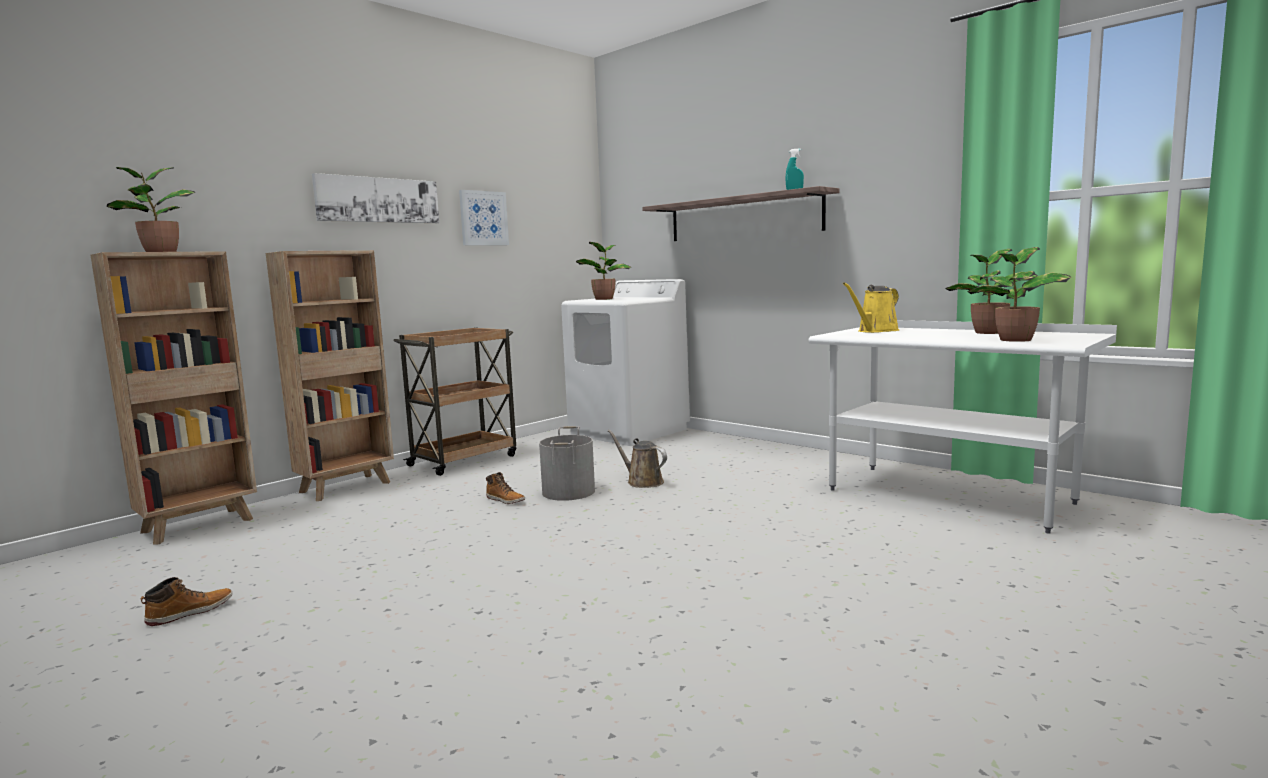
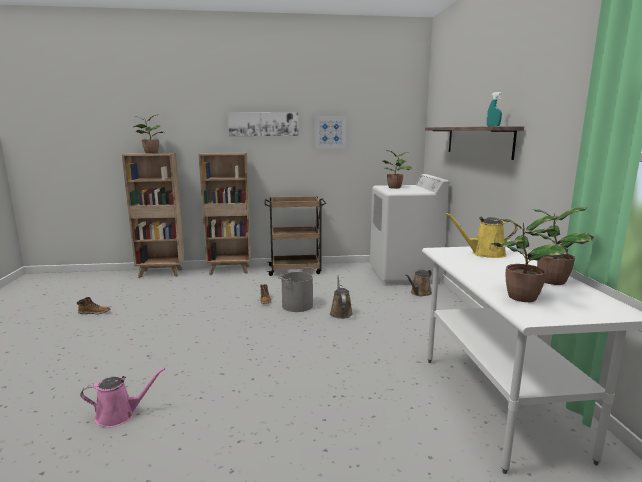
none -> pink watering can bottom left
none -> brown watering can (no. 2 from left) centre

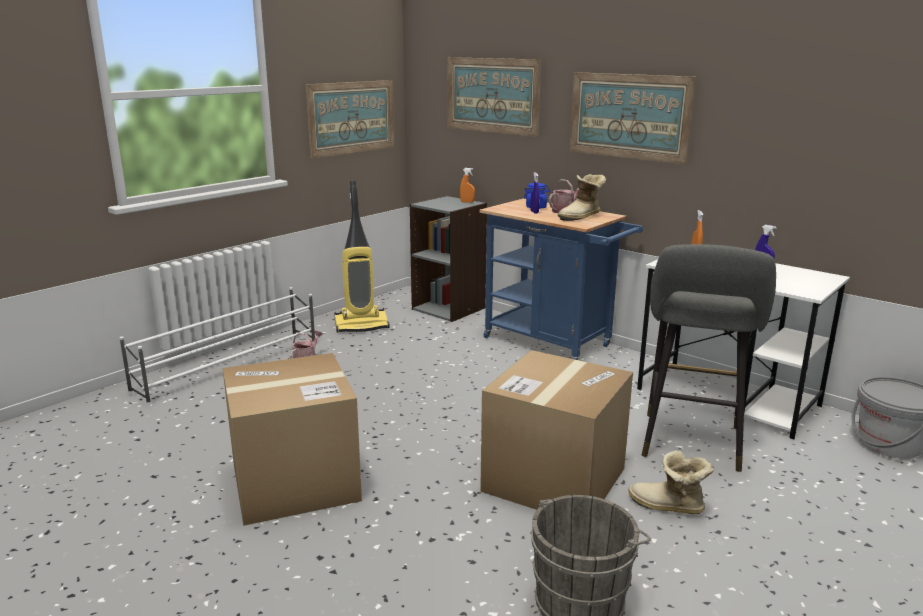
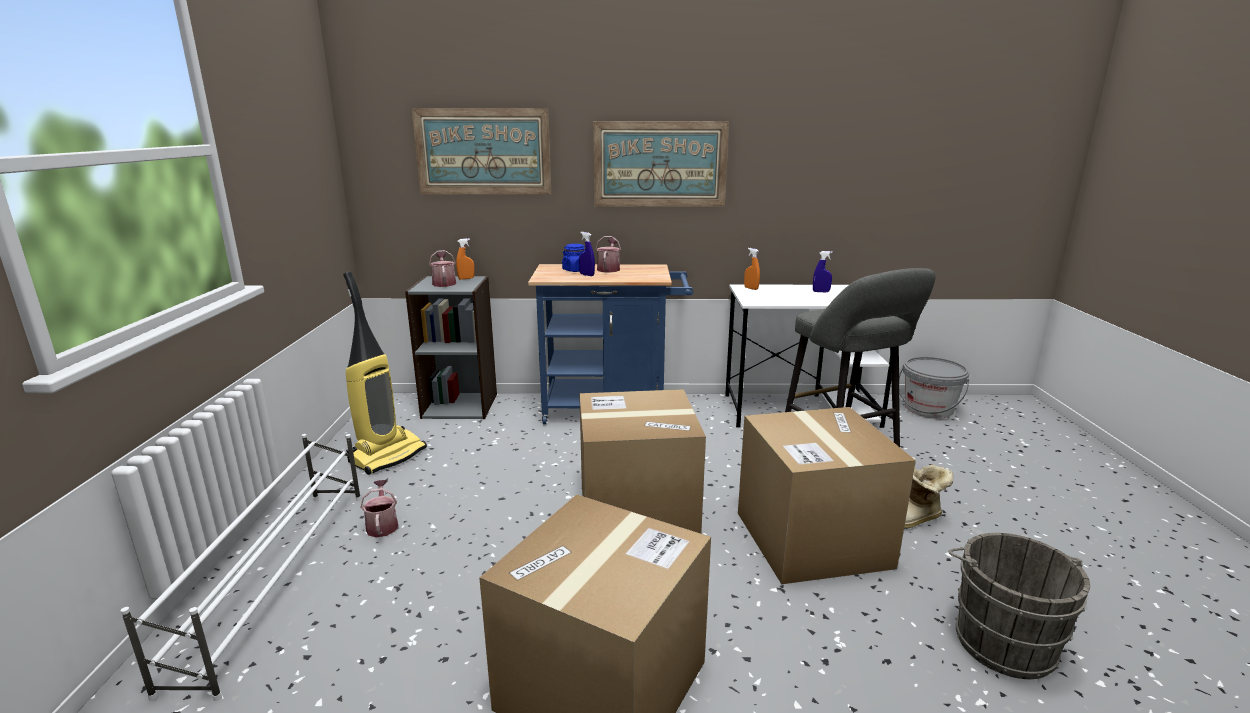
none -> watering can (no. 2 from left) centre
none -> cardboard box (no. 2 from left) centre
picture (no. 1 from left) top centre -> none
boot (no. 1 from left) top centre -> none

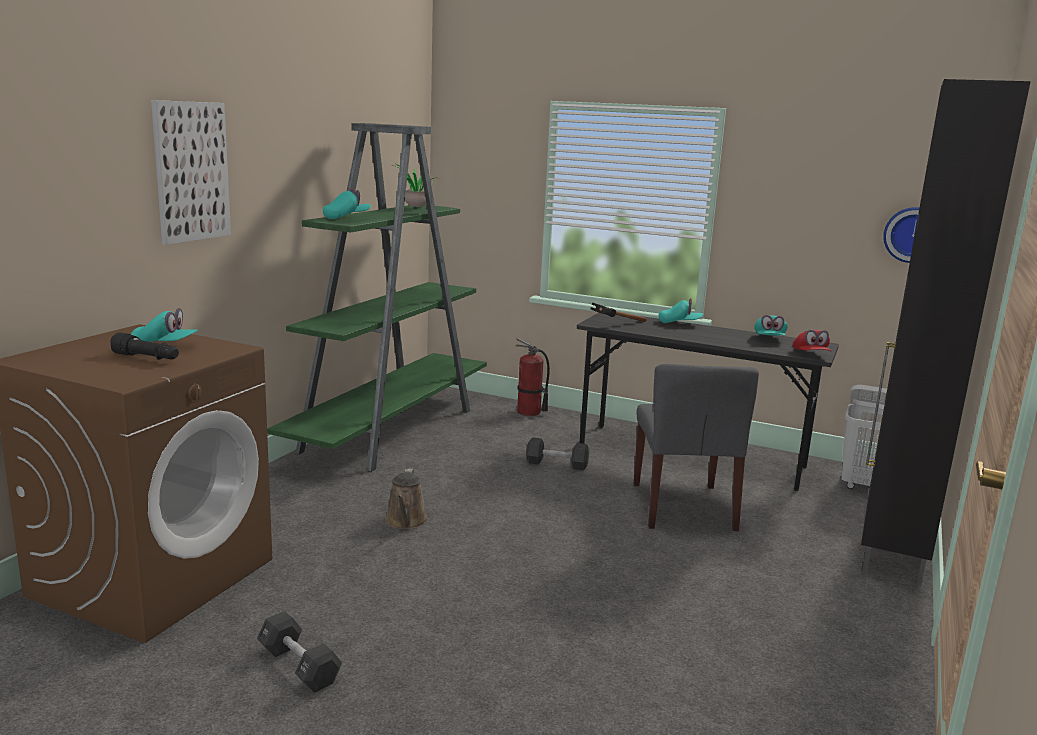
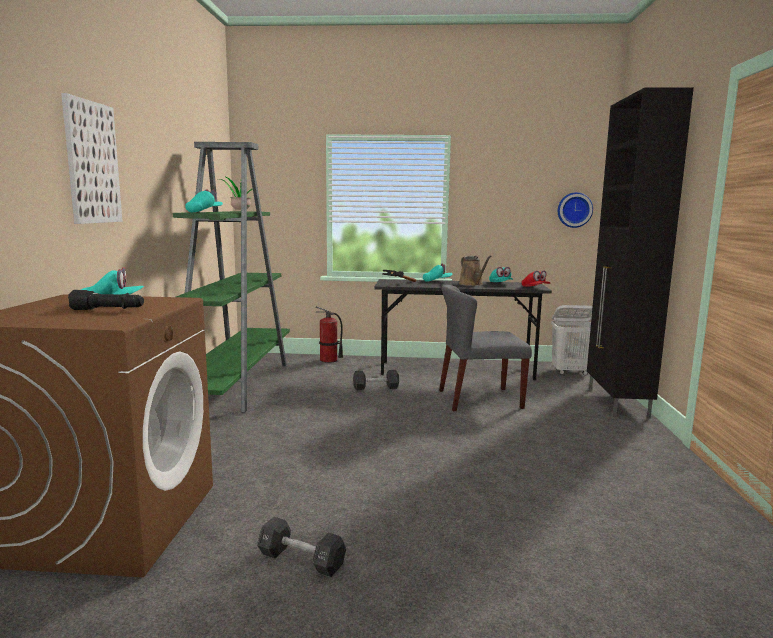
grey chair middle right -> grey chair centre, 105 degrees clockwise
brown watering can bottom centre -> brown watering can centre, shifted

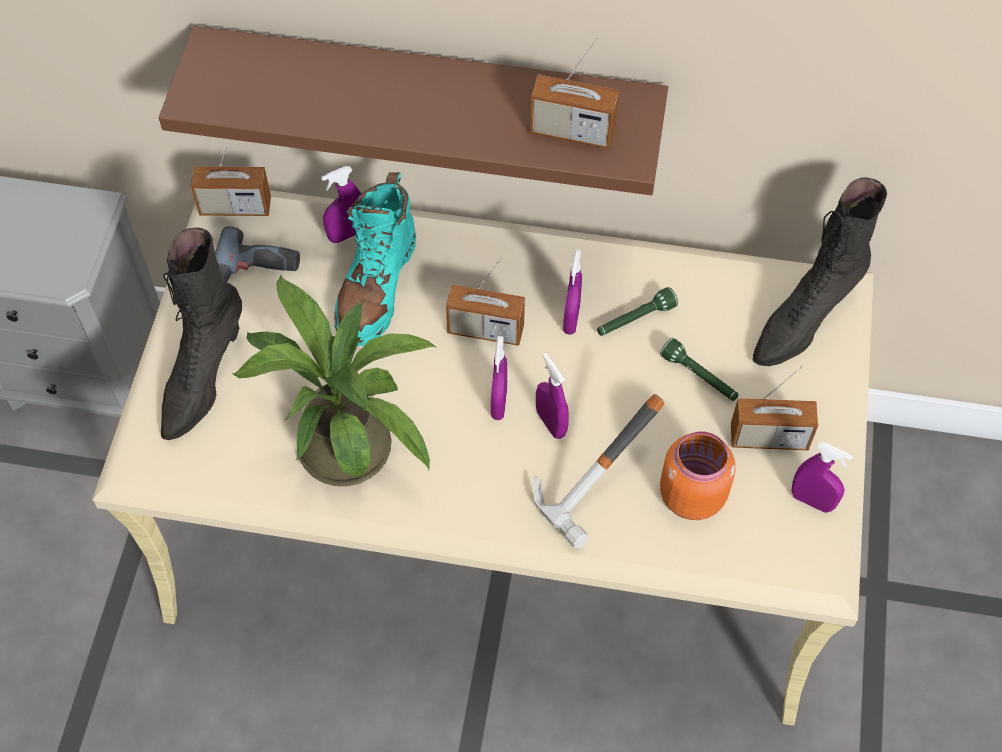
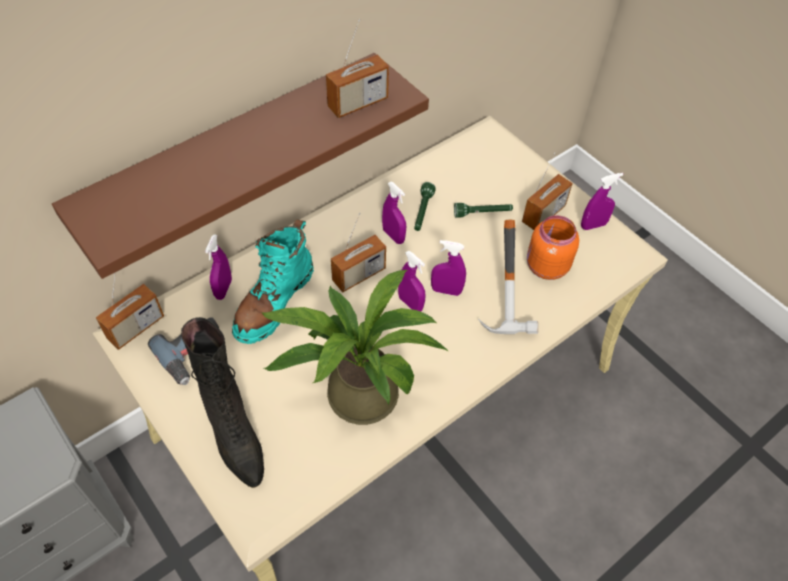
turquoise boot centre, 60 degrees clockwise
black boot (no. 2 from left) middle right -> none

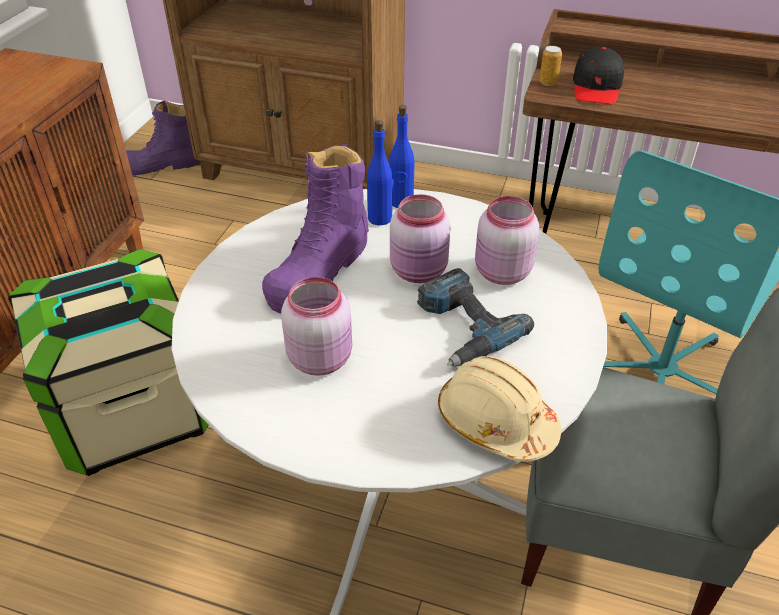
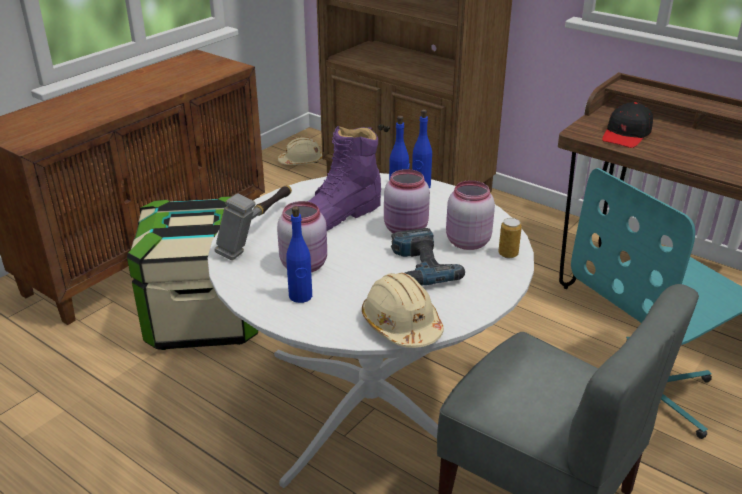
none -> hammer centre
purple boot (no. 1 from left) top left -> beige hard hat (no. 1 from left) top centre
none -> blue bottle (no. 1 from left) centre
can top right -> can middle right, shifted

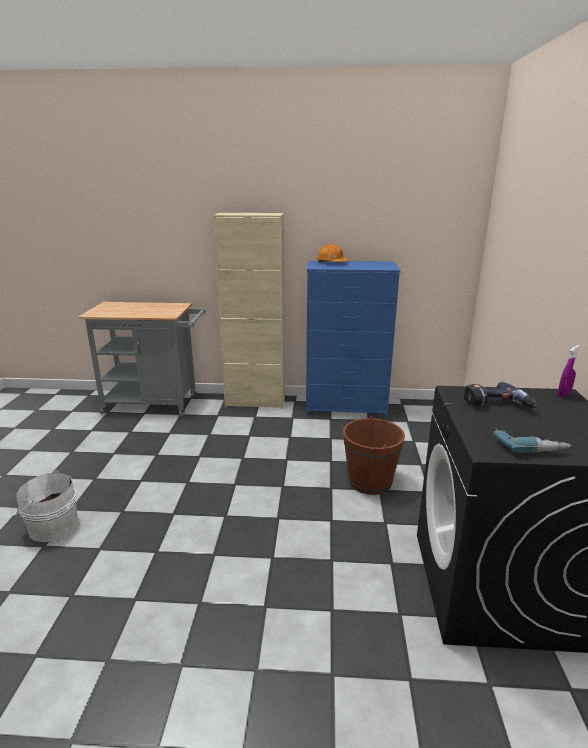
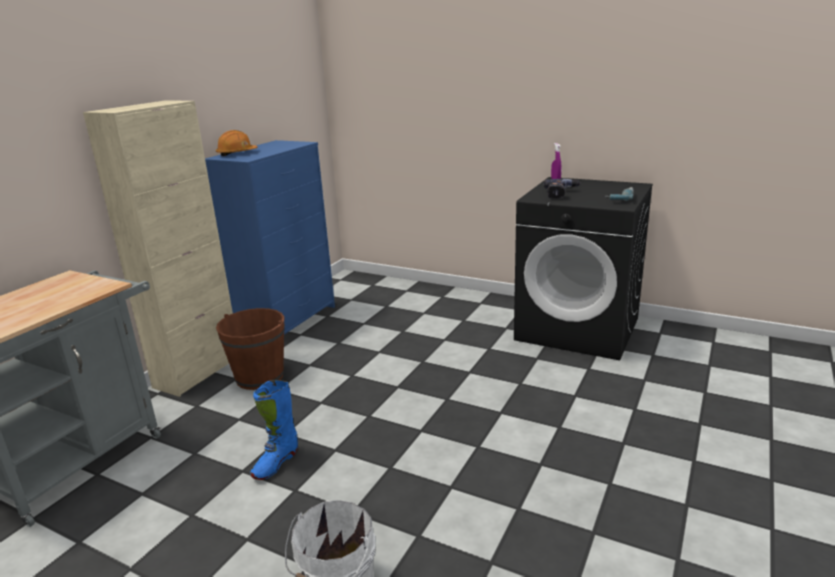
brown bucket centre -> brown bucket middle left, shifted
none -> blue boot bottom left

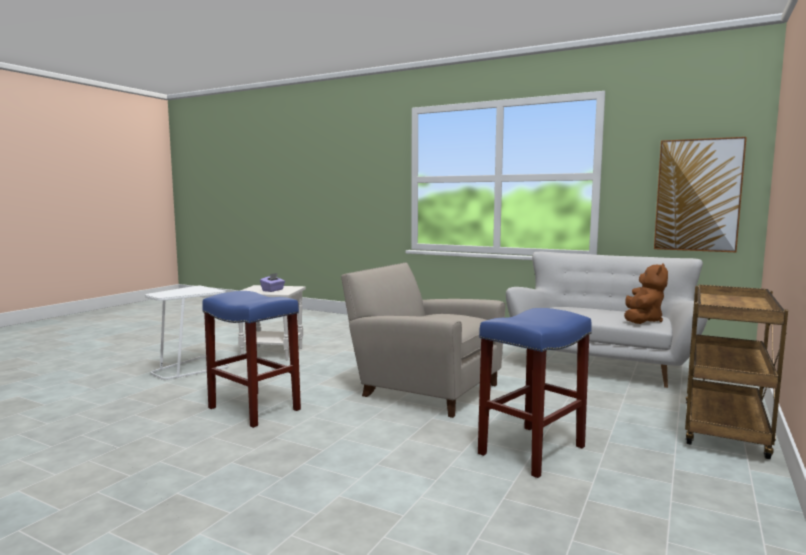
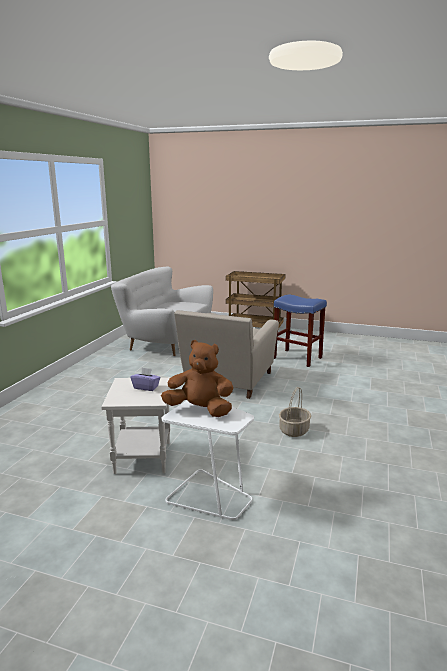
brown plush toy middle right -> brown plush toy centre, shifted
blue stool (no. 1 from left) middle left -> basket centre
picture middle right -> none

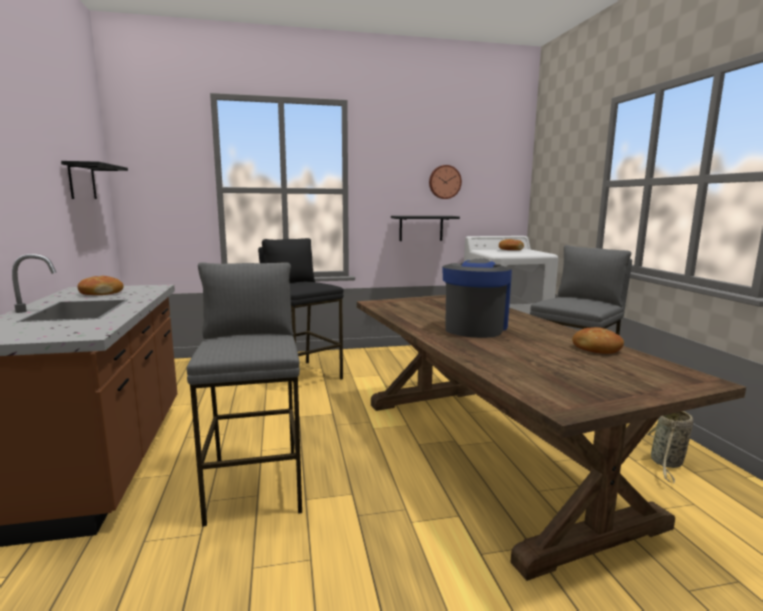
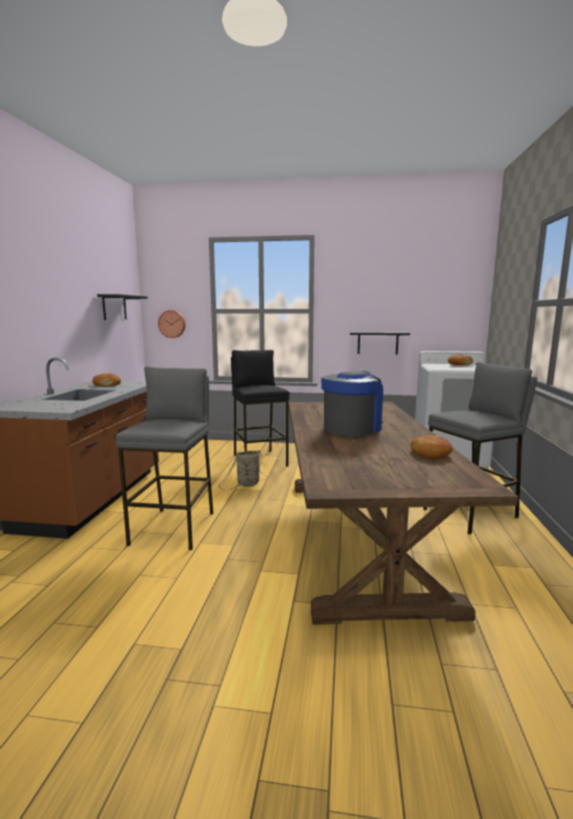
wall clock top centre -> wall clock middle left, shifted
basket bottom right -> basket centre, shifted

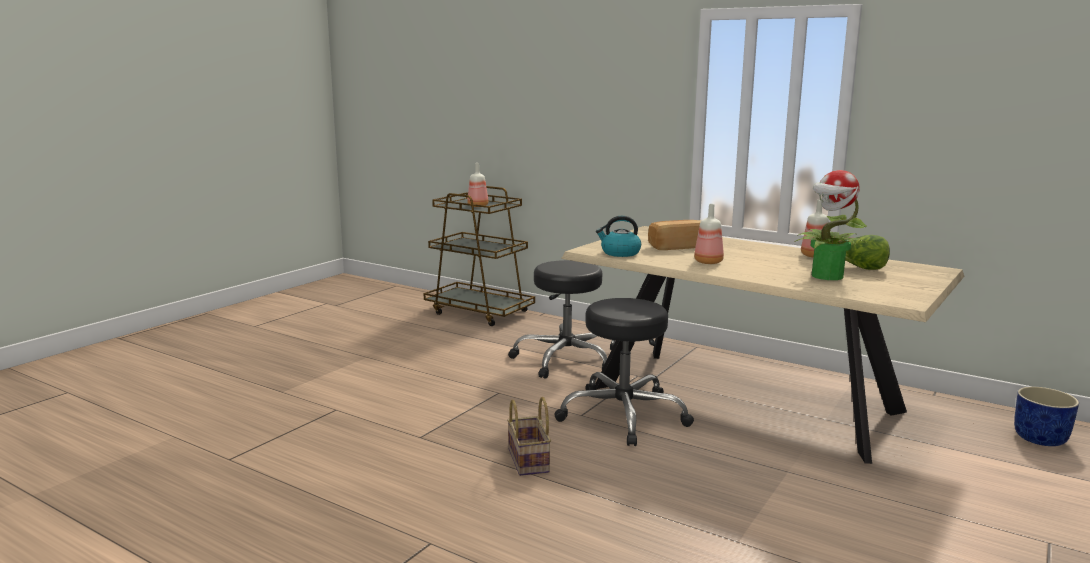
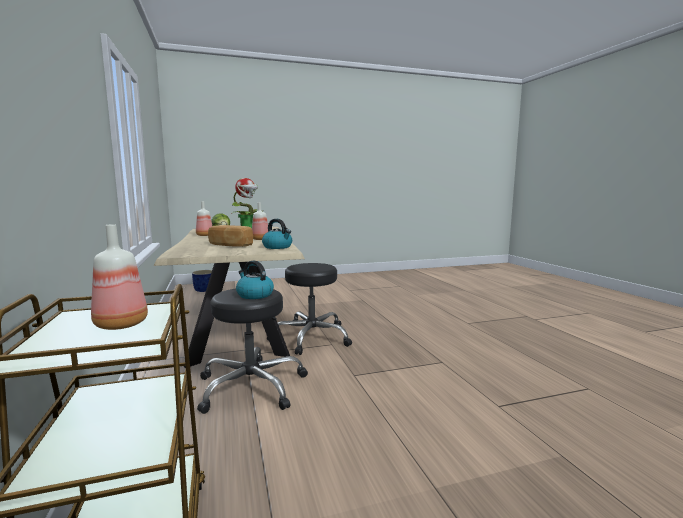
none -> kettle (no. 1 from left) centre
basket bottom centre -> none

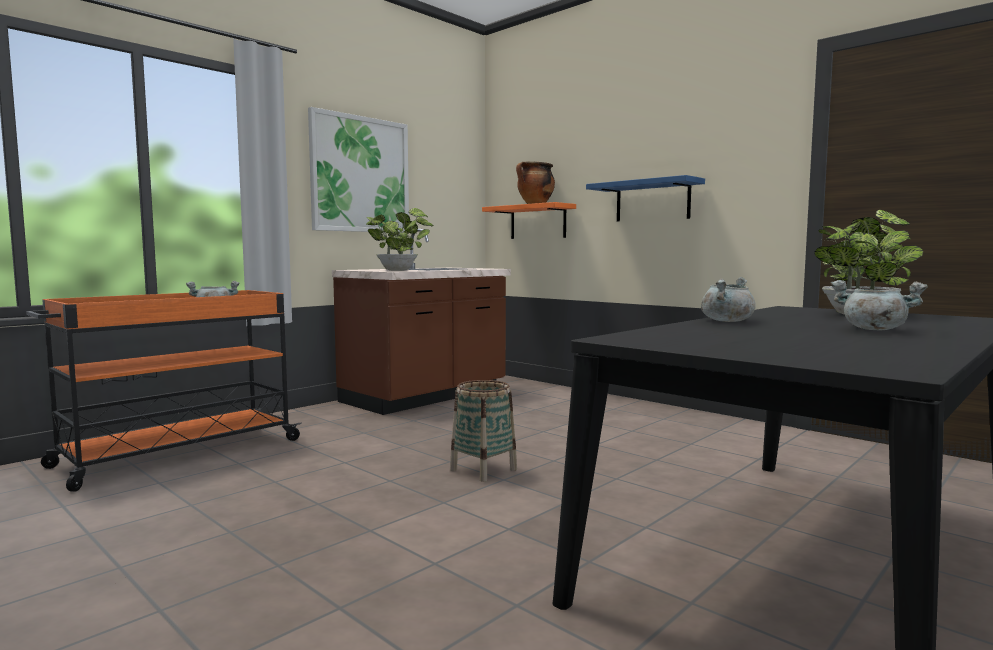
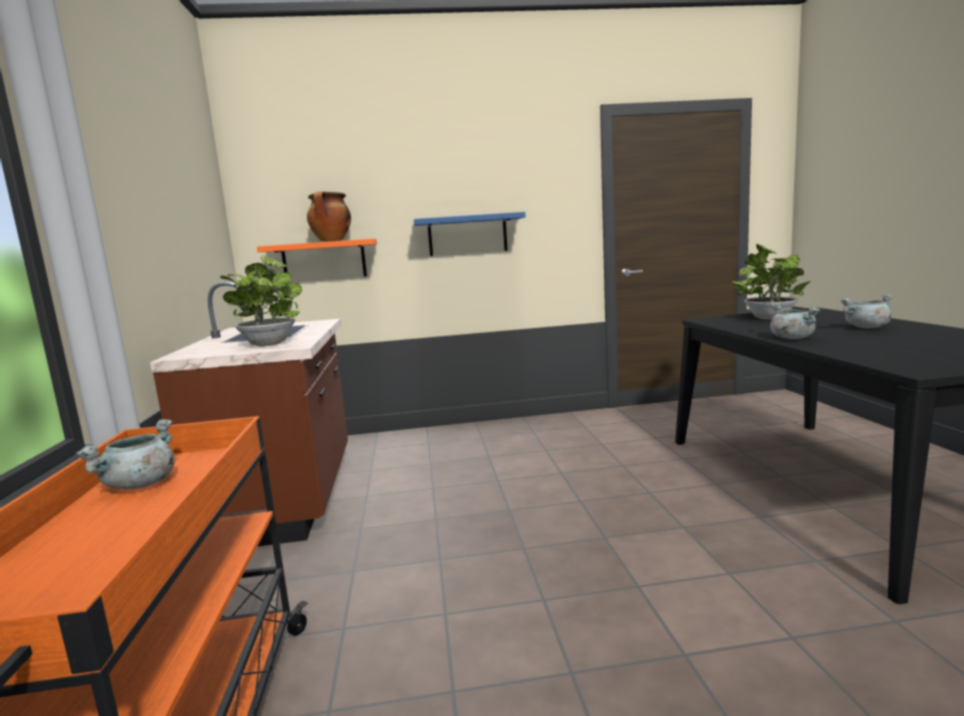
picture top centre -> none
basket centre -> none

